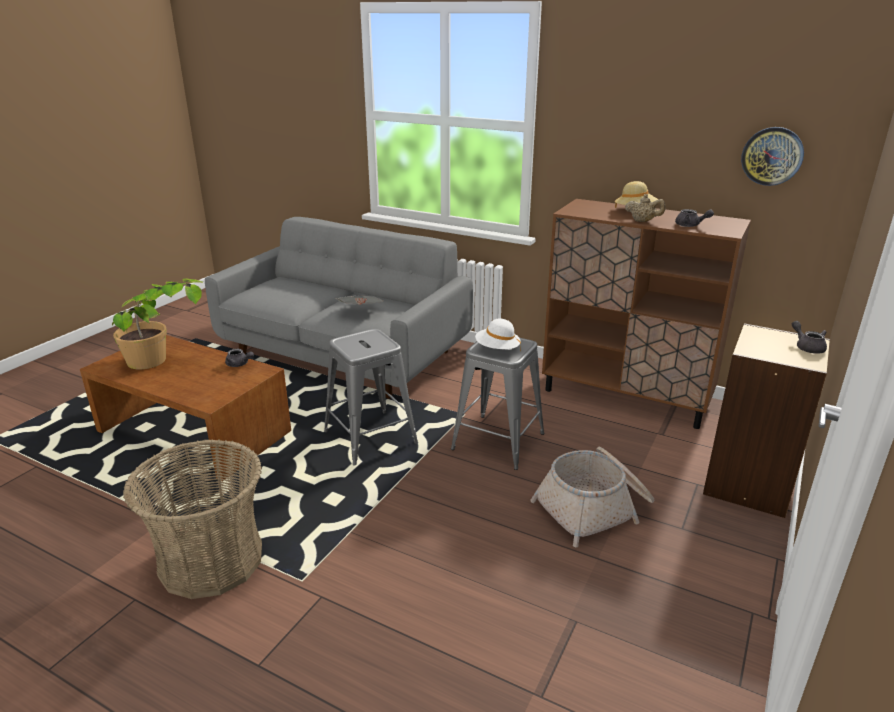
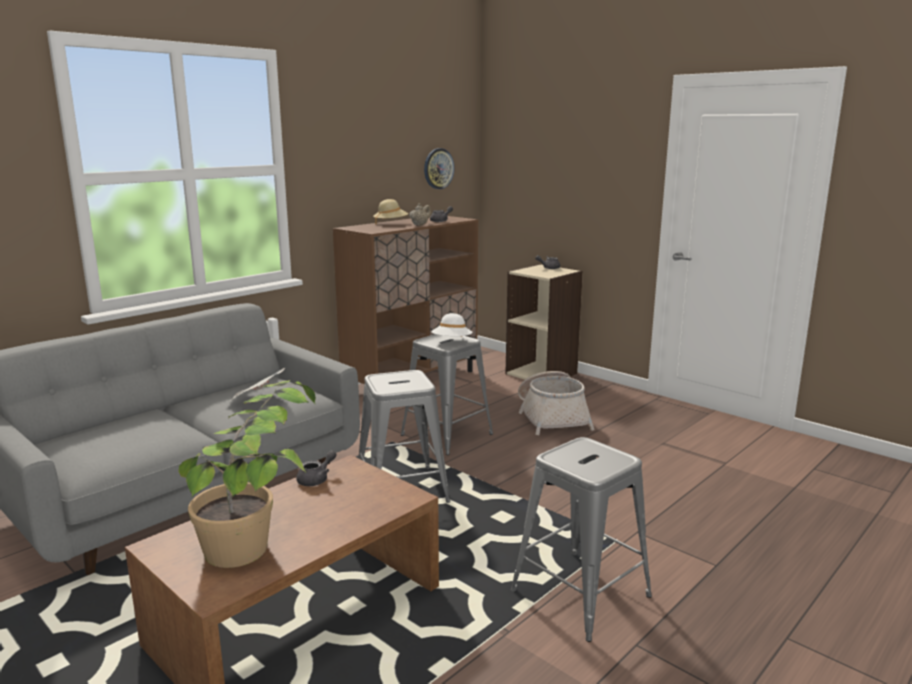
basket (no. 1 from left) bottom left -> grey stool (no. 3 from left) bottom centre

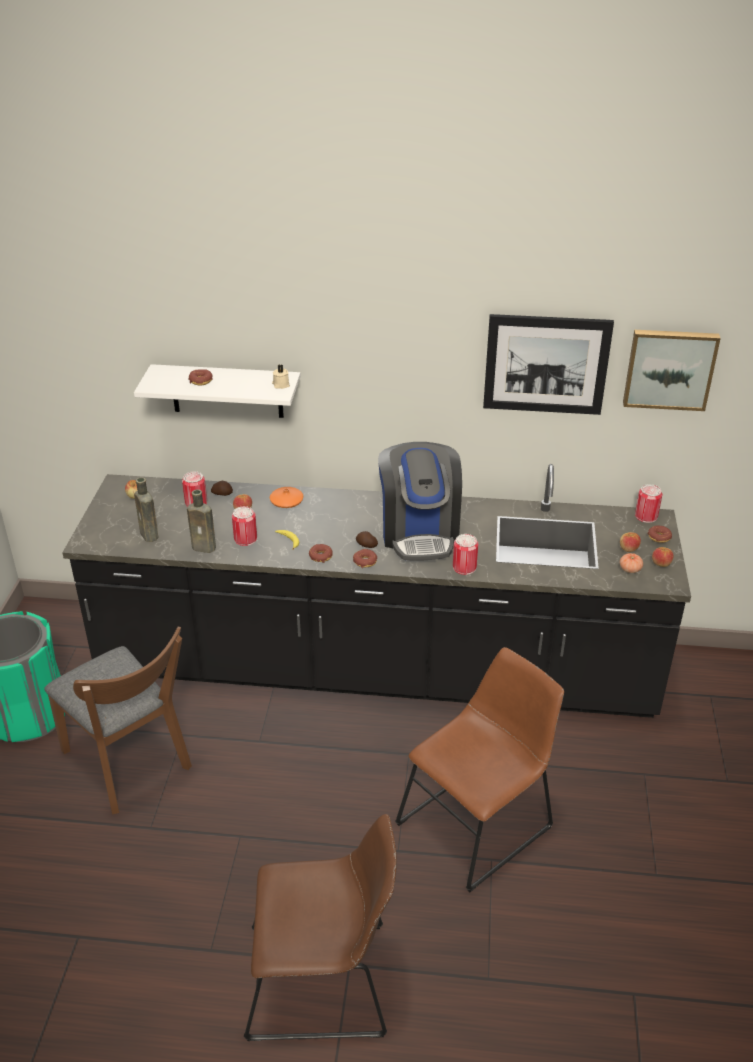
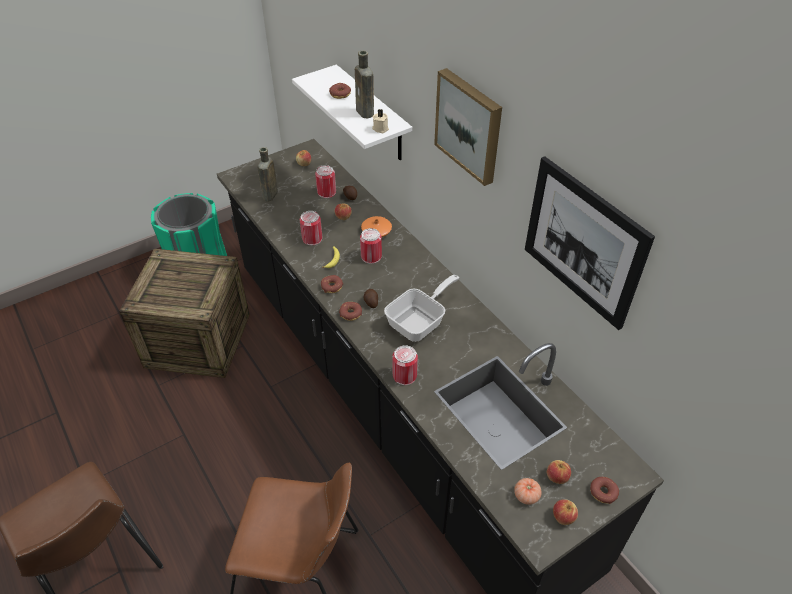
brown chair (no. 1 from left) bottom left -> crate middle left
brown bottle (no. 2 from left) middle left -> brown bottle (no. 2 from left) top centre, shifted
can (no. 4 from left in the first image) middle right -> can (no. 3 from left) centre, shifted
coffee machine centre -> frying pan centre
picture (no. 2 from left in the first image) middle right -> picture (no. 1 from left) top centre, shifted

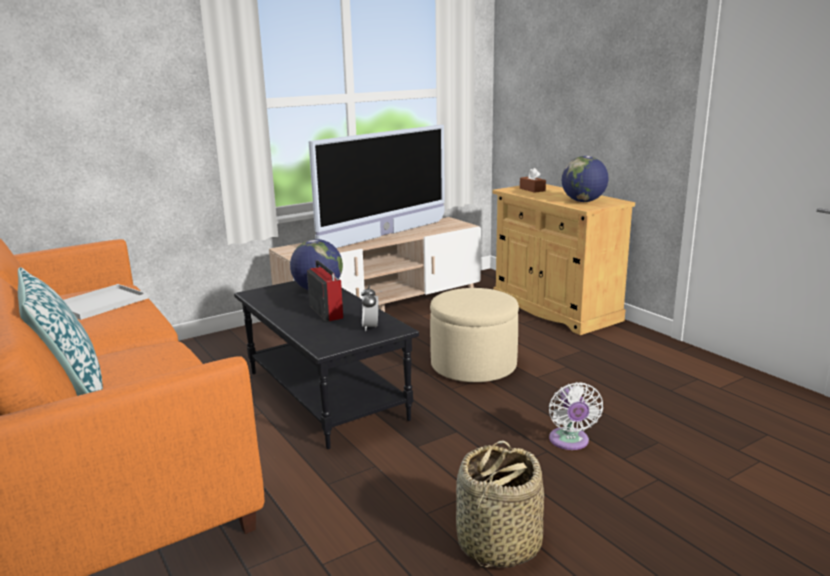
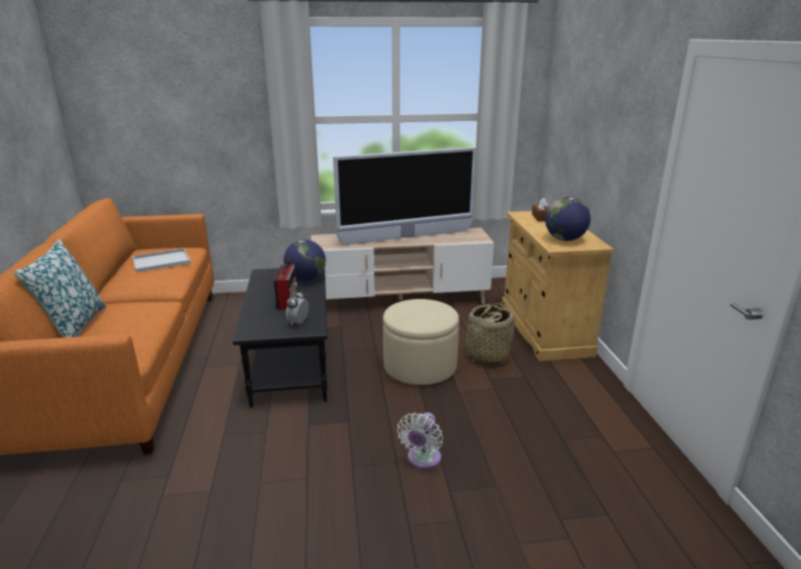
basket bottom centre -> basket centre, shifted

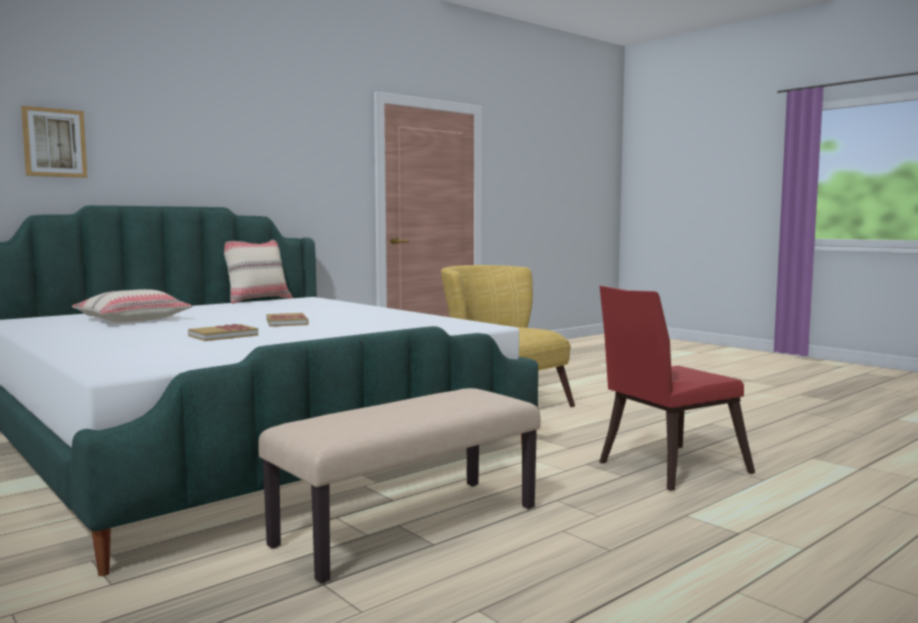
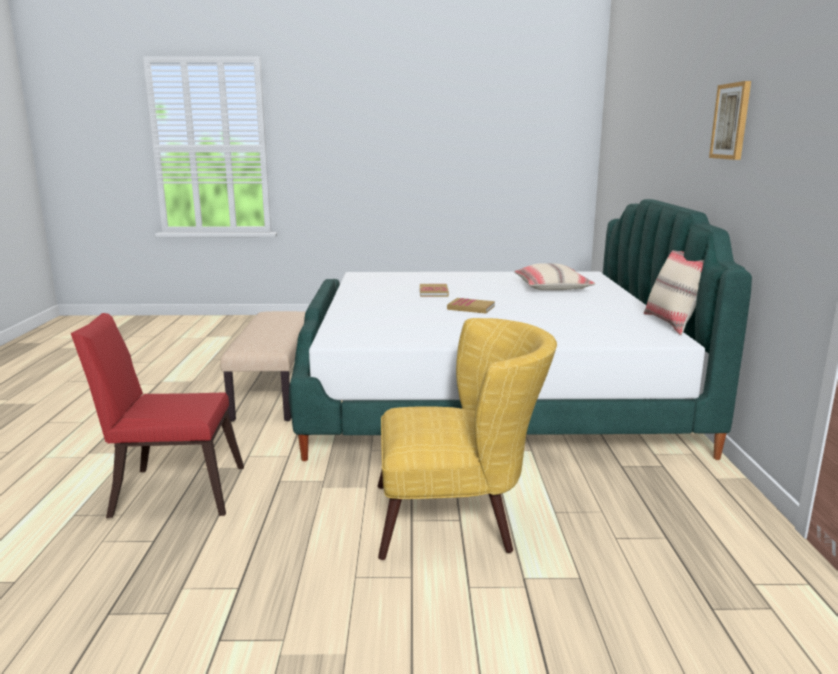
red chair middle right -> red chair middle left, 105 degrees counterclockwise
picture top left -> picture top right, shifted

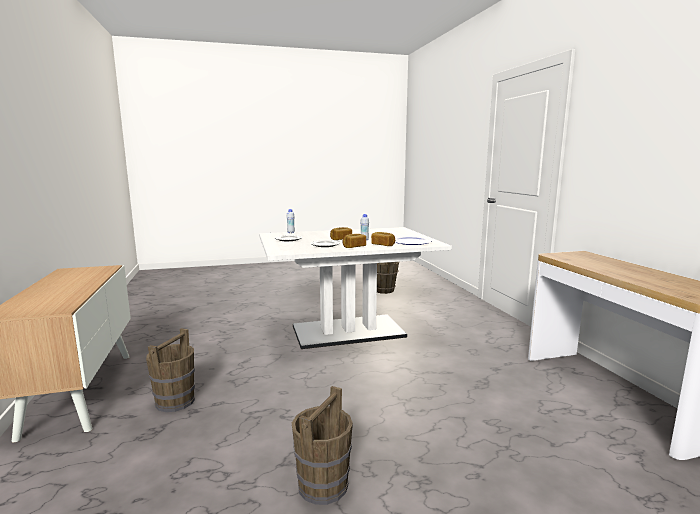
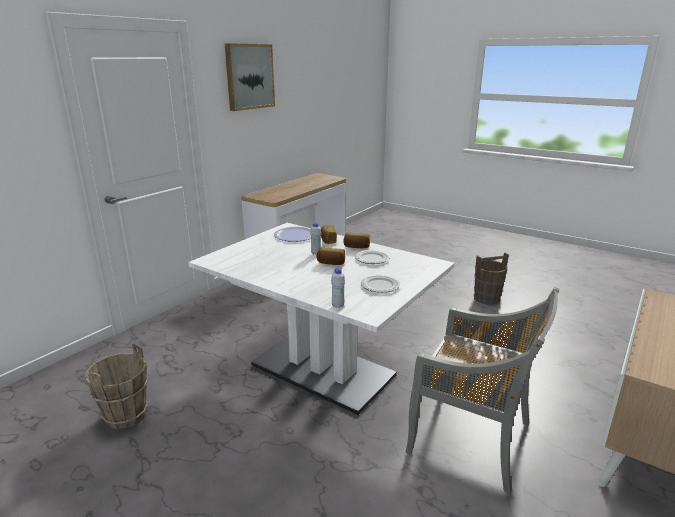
none -> picture top centre
none -> grey chair bottom right
brown bucket (no. 1 from left) bottom left -> none

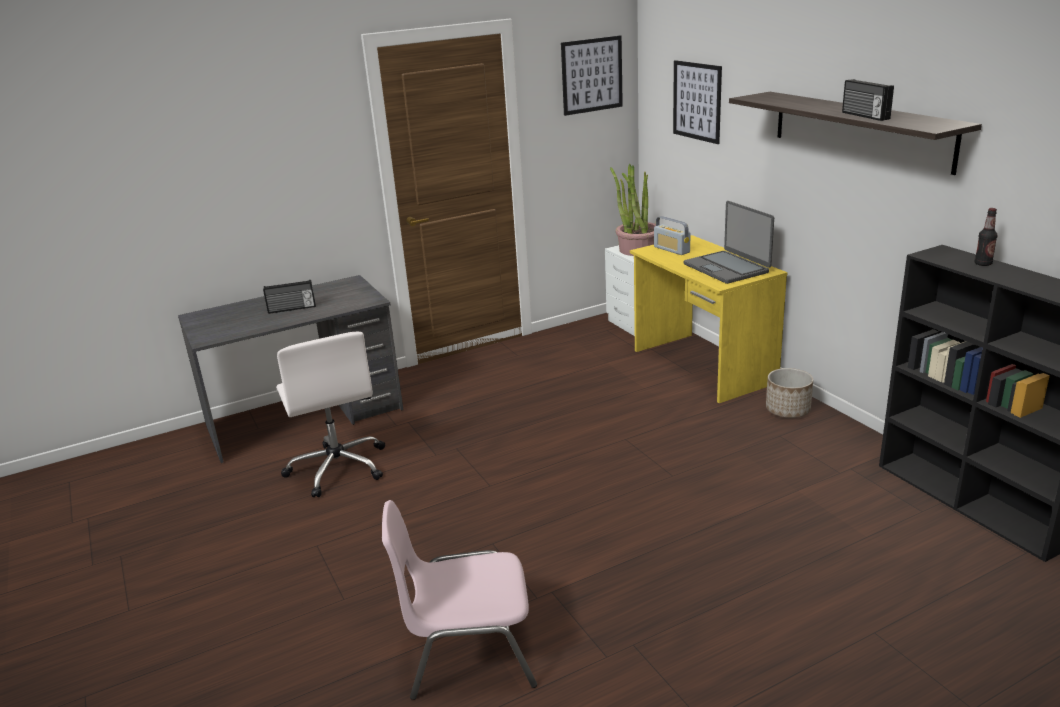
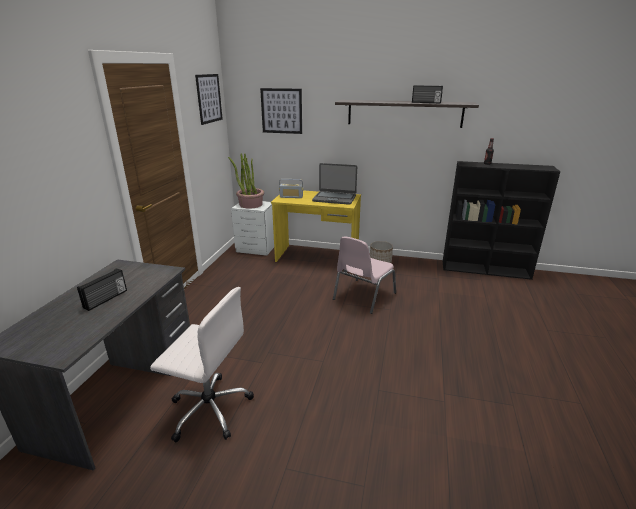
pink chair bottom centre -> pink chair centre, shifted

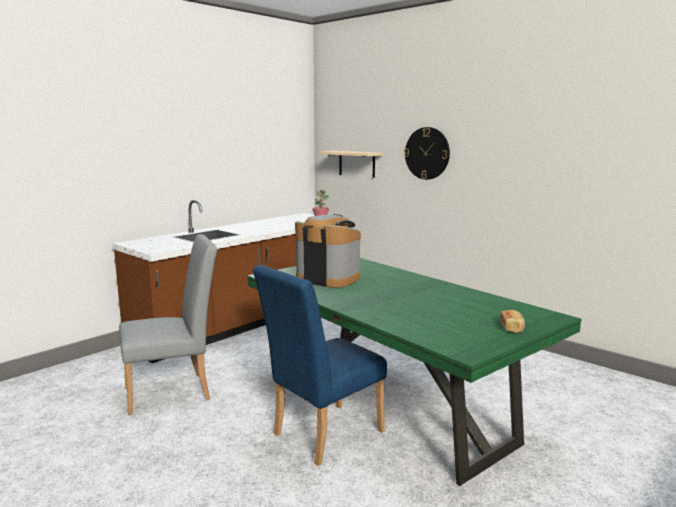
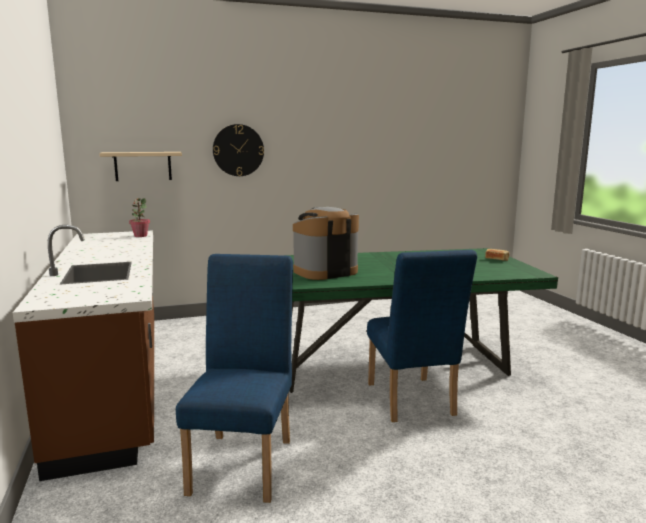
grey chair middle left -> blue chair (no. 1 from left) bottom centre

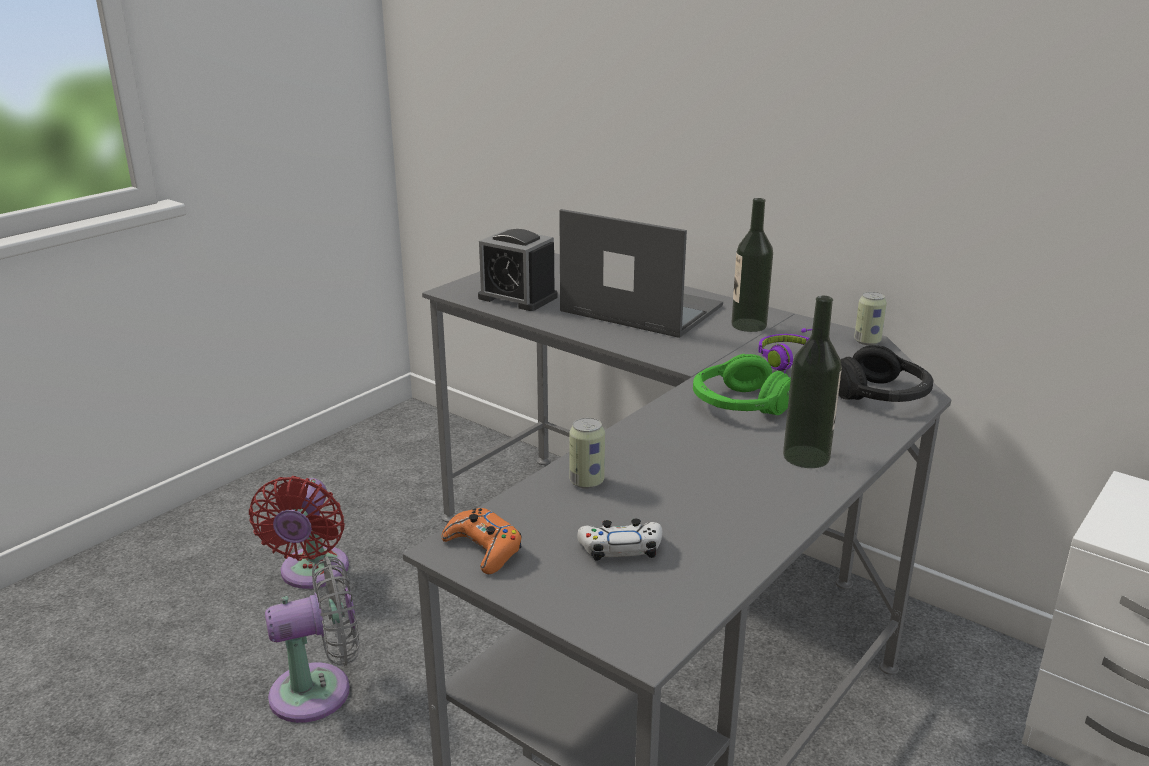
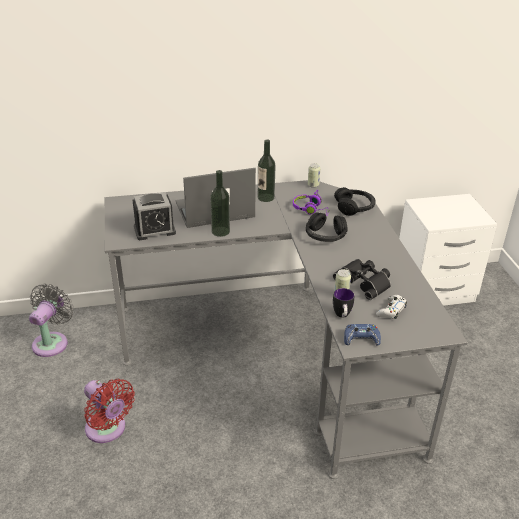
grey fan bottom left -> grey fan middle left, shifted
bottle (no. 2 from left in the first image) middle right -> bottle (no. 1 from left) centre, shifted
green headphones centre -> black headphones (no. 1 from left) centre
none -> black binoculars middle right
none -> mug centre
orange game controller bottom centre -> blue game controller middle right

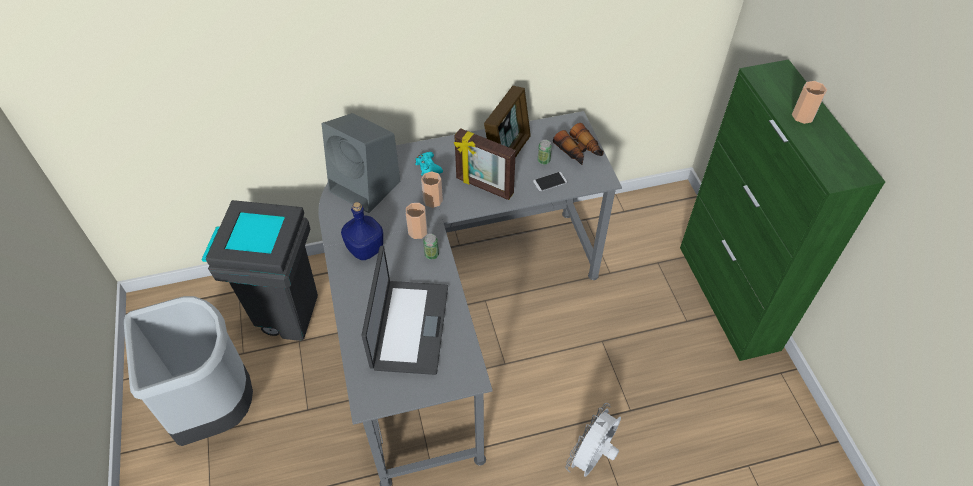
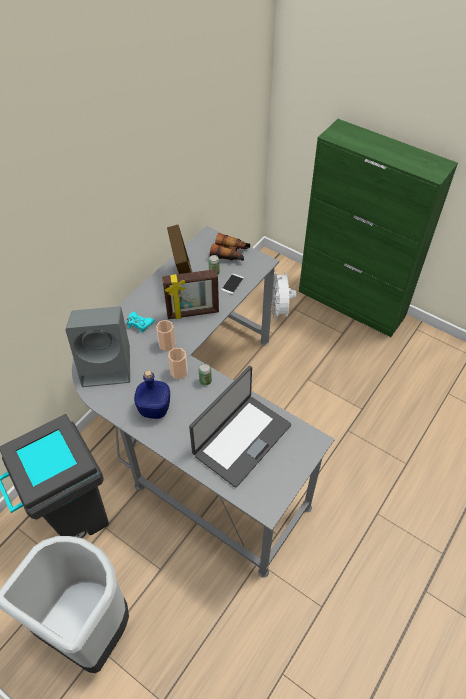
laptop centre, 75 degrees clockwise
white fan bottom centre -> white fan centre, shifted
cup (no. 3 from left) top right -> none

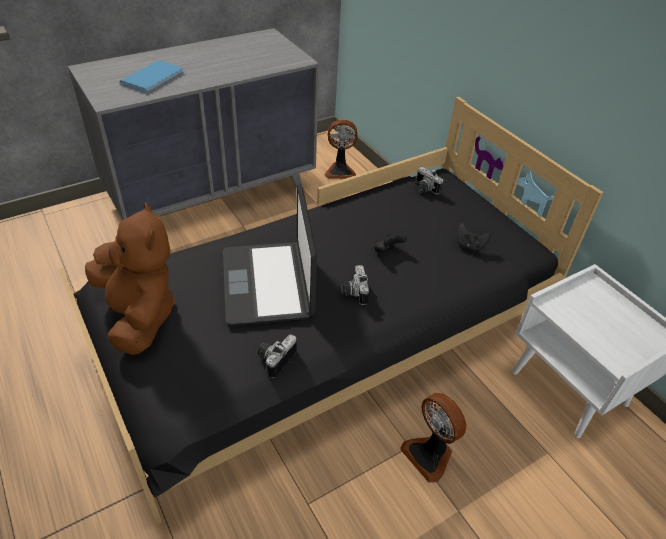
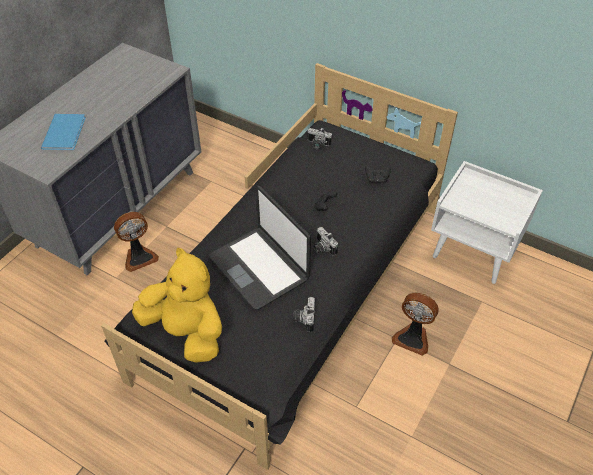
fan (no. 1 from left) top centre -> fan (no. 1 from left) middle left, shifted
brown plush toy middle left -> yellow plush toy middle left

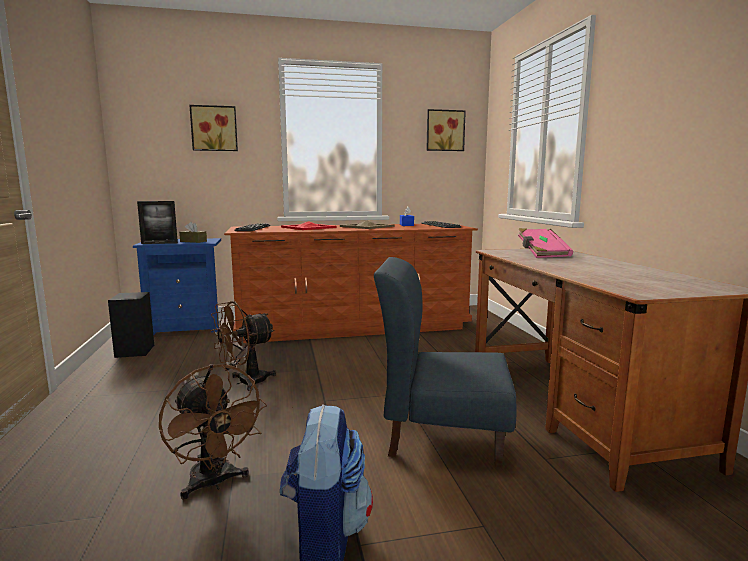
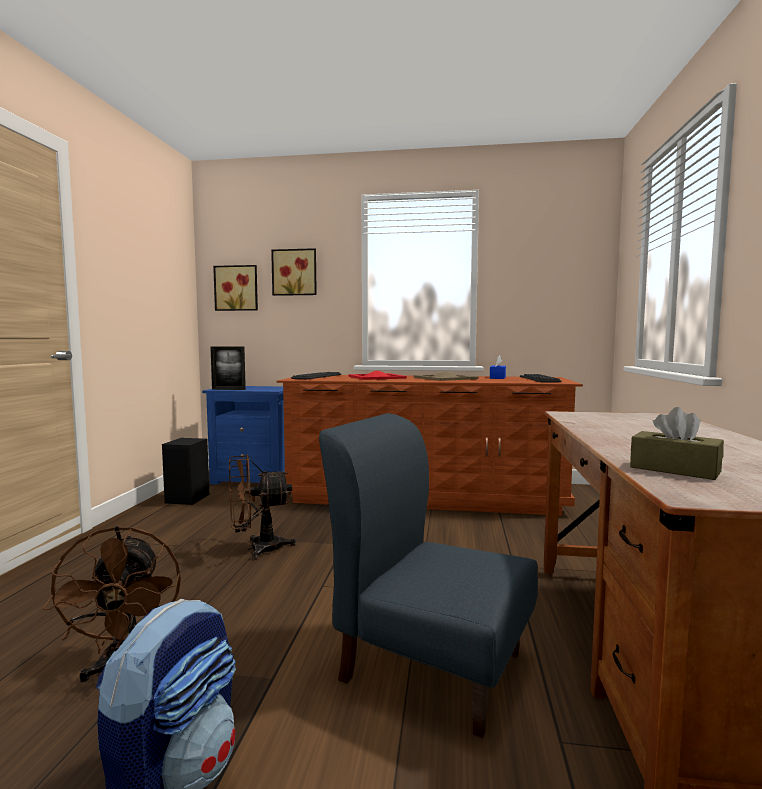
picture (no. 2 from left in the first image) top centre -> picture (no. 1 from left) middle left, shifted
brown tissue box middle left -> brown tissue box middle right, shifted
pink book middle right -> none

